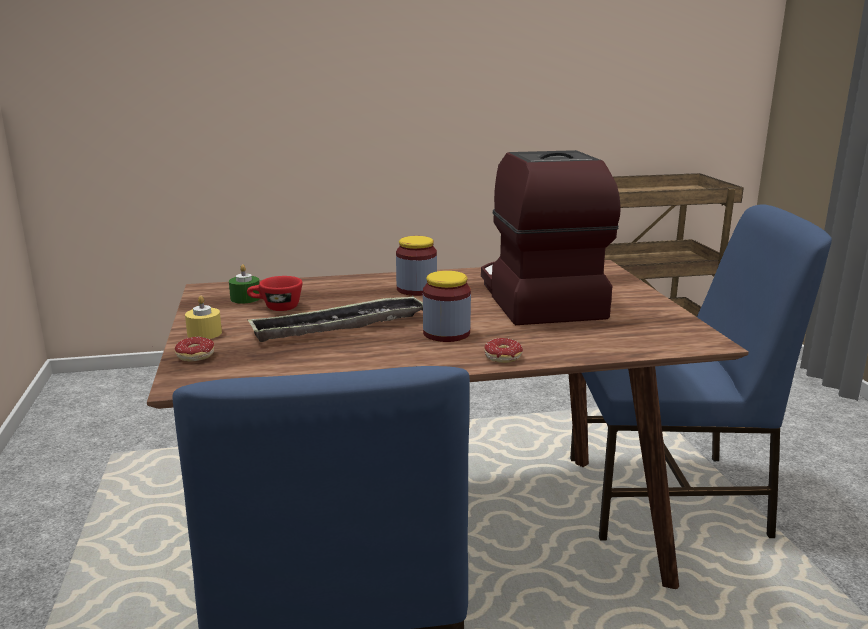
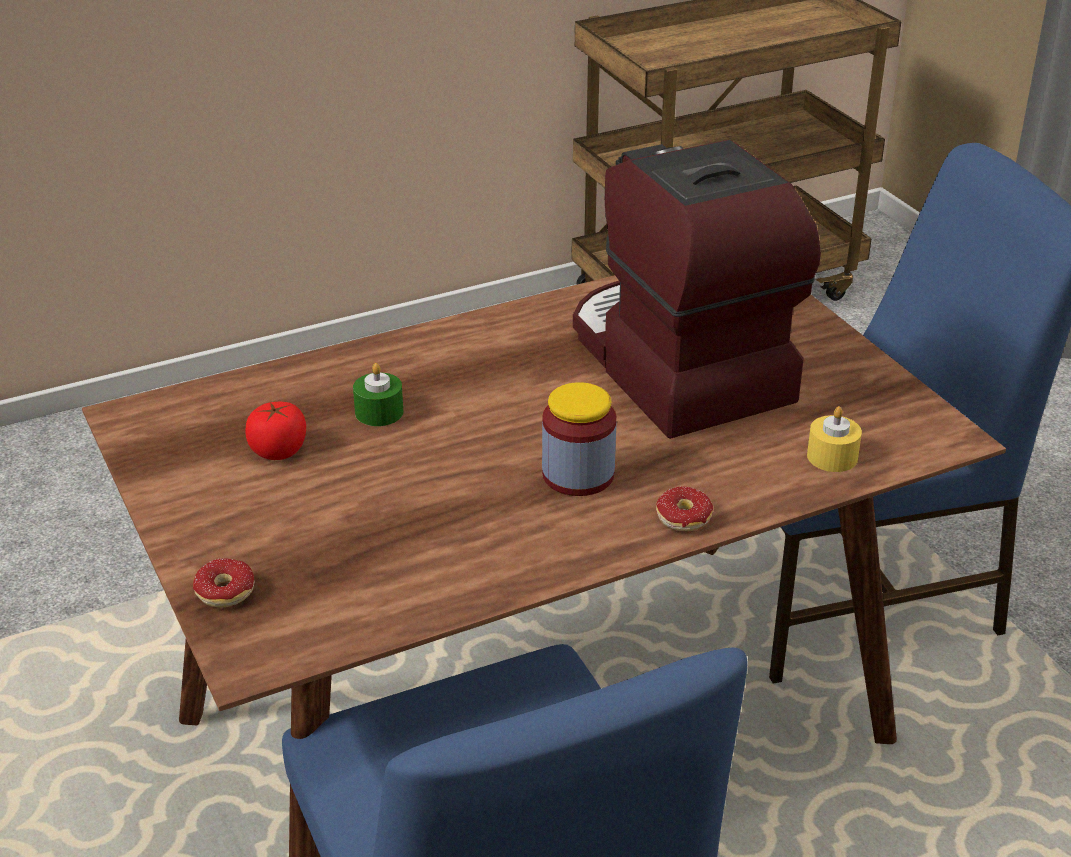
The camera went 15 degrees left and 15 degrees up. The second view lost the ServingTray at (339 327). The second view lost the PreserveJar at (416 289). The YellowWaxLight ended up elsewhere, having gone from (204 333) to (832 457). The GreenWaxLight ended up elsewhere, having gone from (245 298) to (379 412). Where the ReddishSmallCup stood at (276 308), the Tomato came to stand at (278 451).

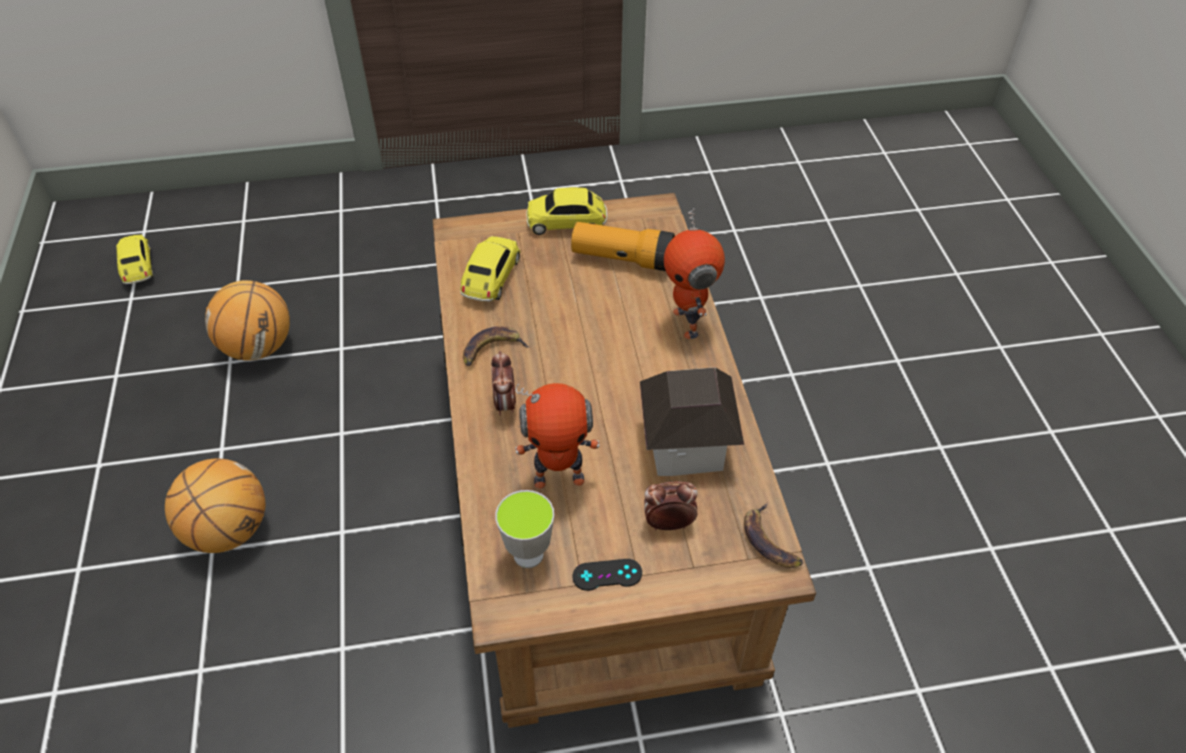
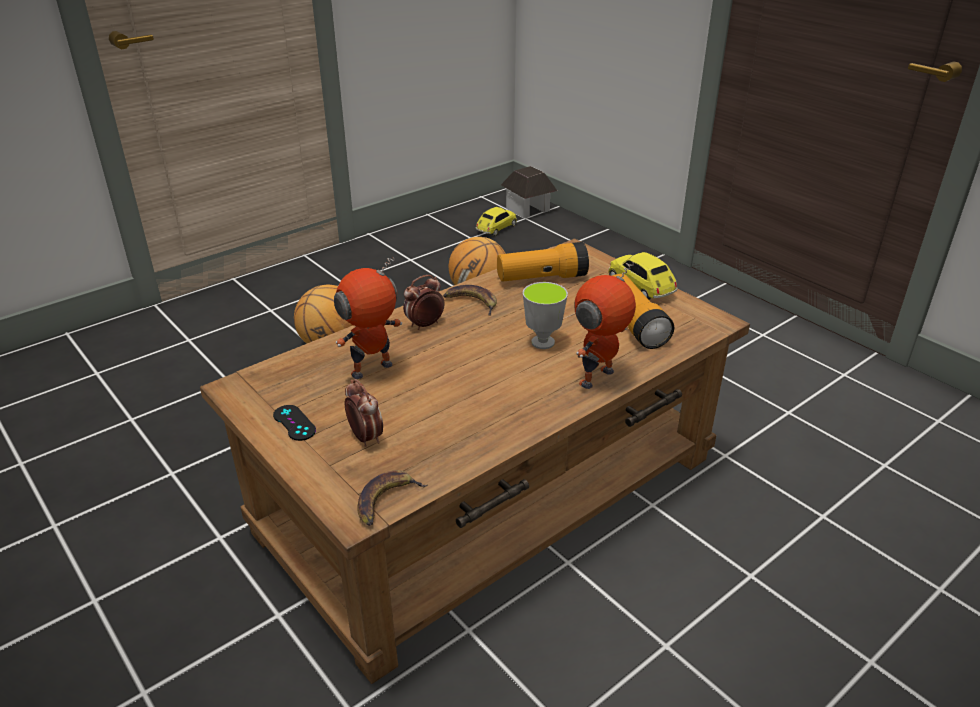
The camera went 60 degrees right and 15 degrees down. The SmallCup ended up elsewhere, having gone from (528 555) to (543 342). The MiniatureHouse ended up elsewhere, having gone from (686 444) to (528 209). Where the ModelCar stood at (491 279), the HandTorch came to stand at (542 278). The RobotFigure at (559 477) ended up facing another way, 90 degrees clockwise from before.

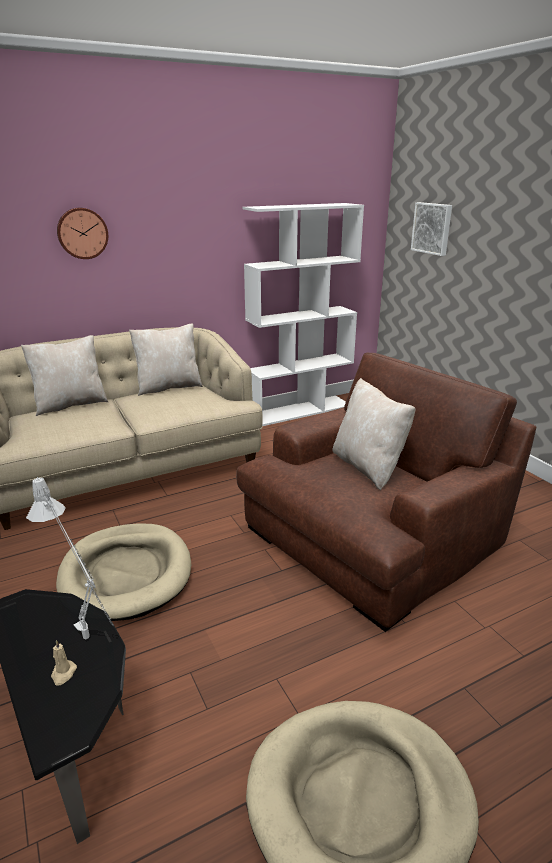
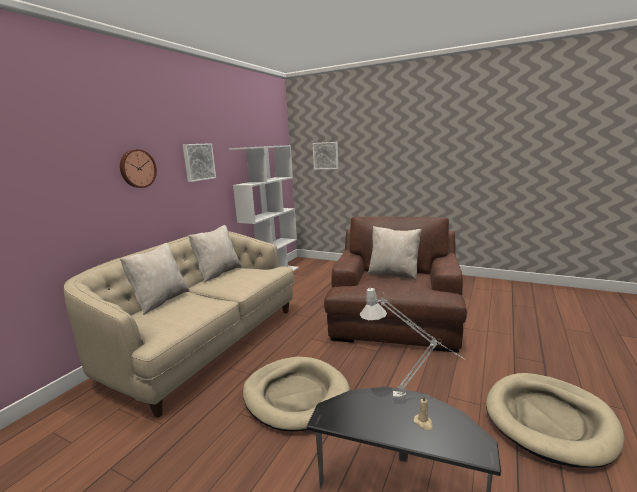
The camera went 35 degrees left and 10 degrees down. The second view gained the Picture at (198 162).

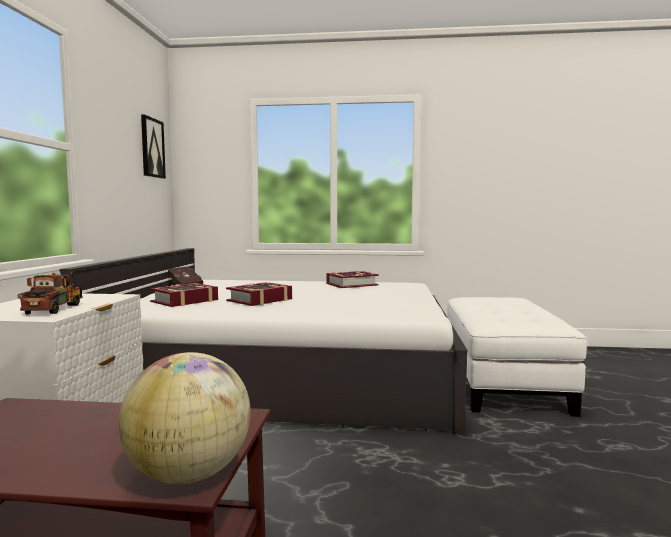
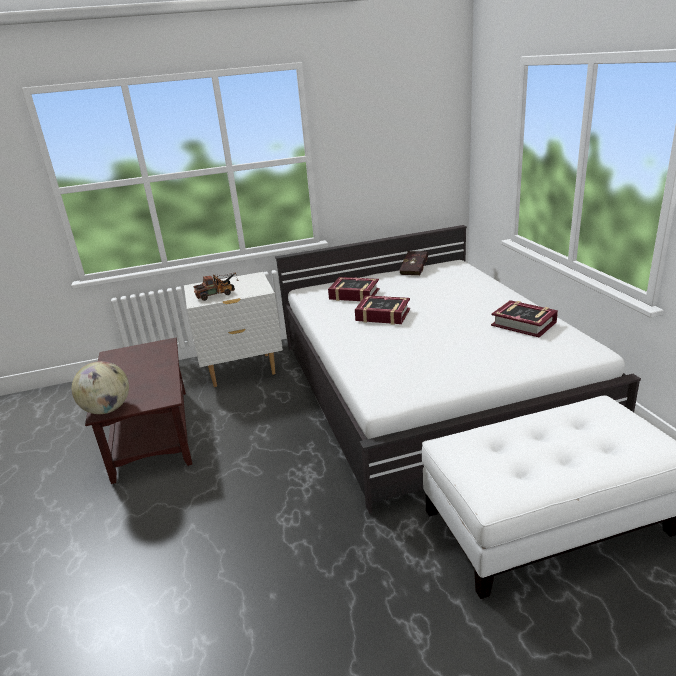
The camera went 70 degrees right and 20 degrees up. The second view lost the Picture at (152 148).

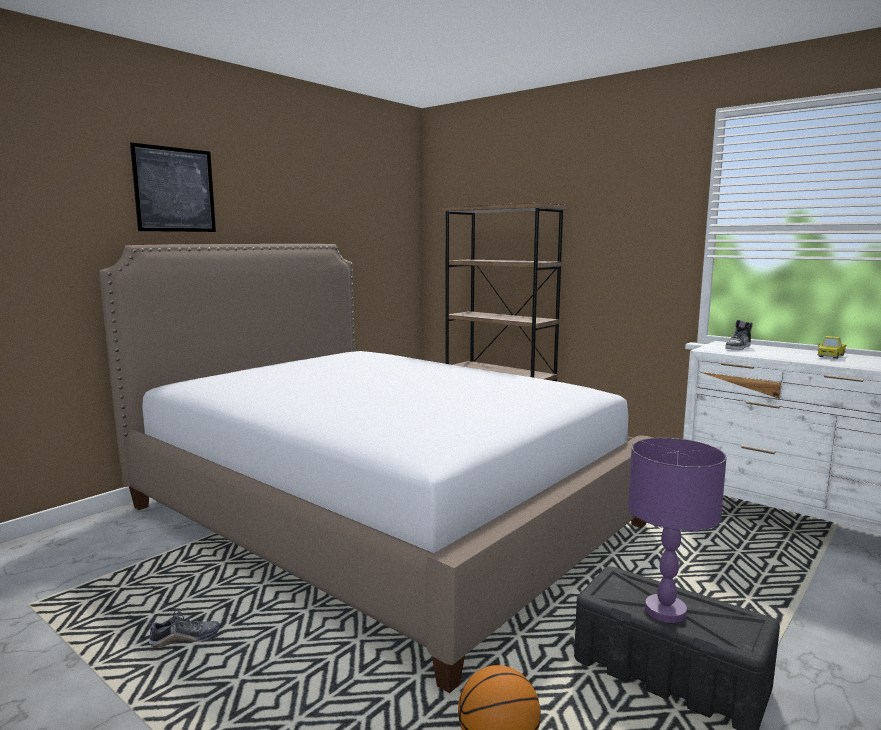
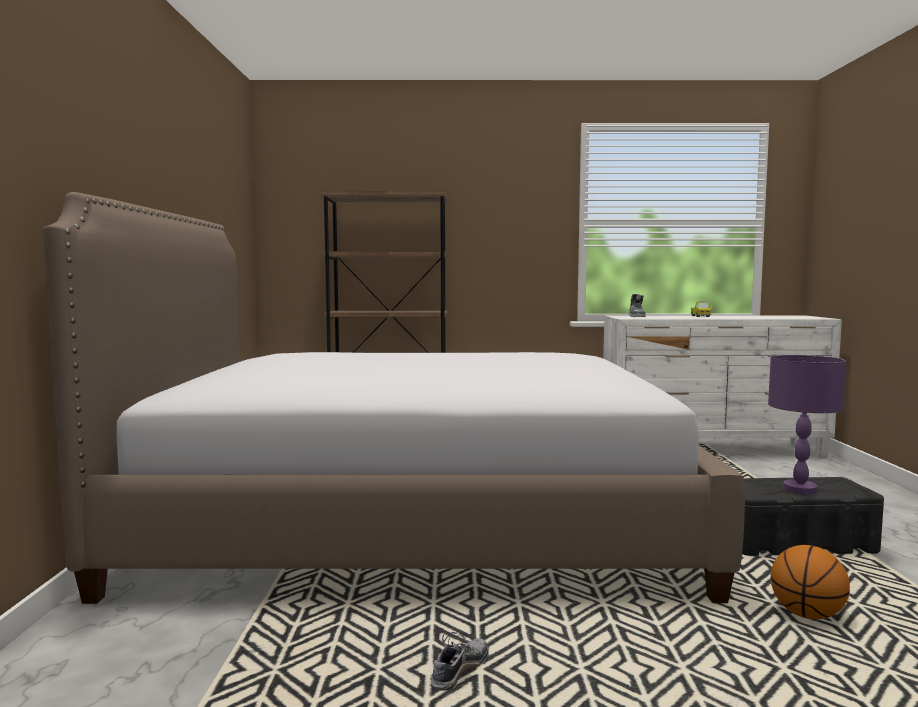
The camera went 40 degrees left and 5 degrees down. The second view lost the Picture at (174 190).

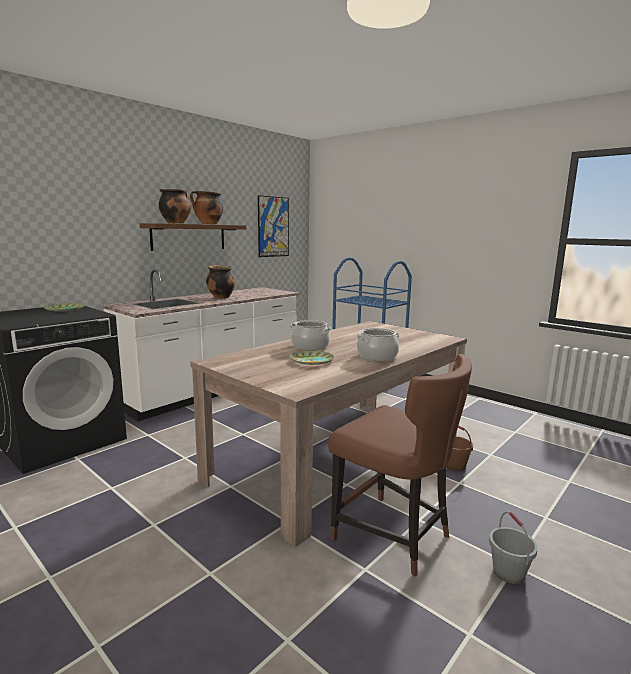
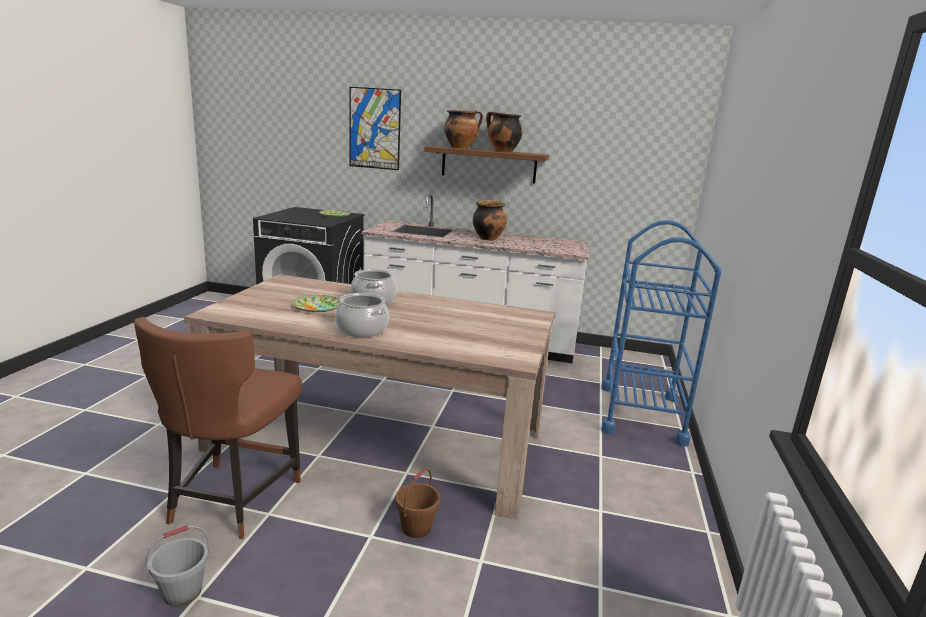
The camera went 60 degrees right and 5 degrees up. The Picture ended up elsewhere, having gone from (273 227) to (374 129).

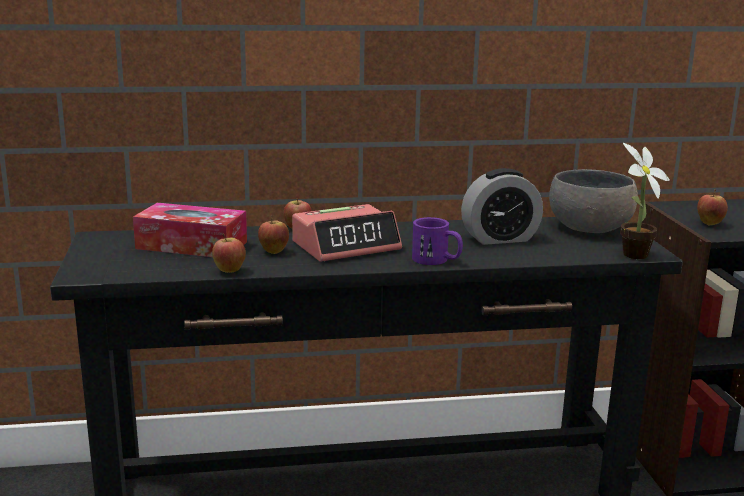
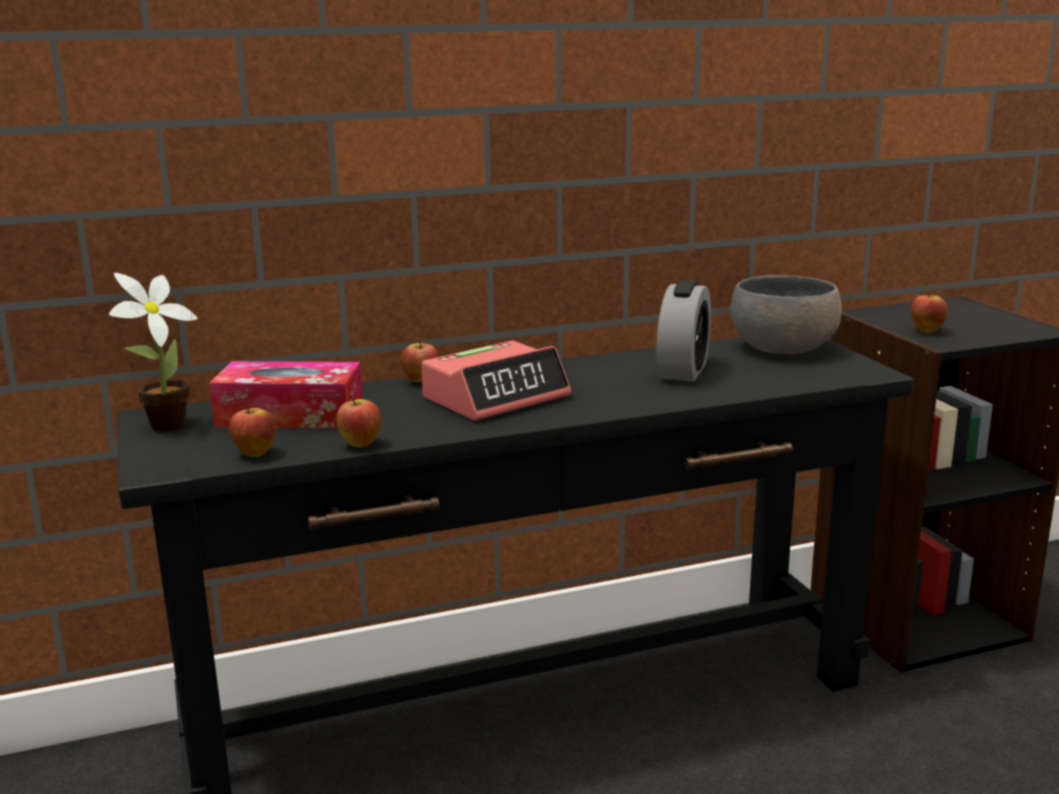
The camera went 10 degrees left and 0 degrees up. The second view lost the PurplishTeaMug at (437 260). The WholeApple ended up elsewhere, having gone from (273 252) to (255 454). The PlantInAPot ended up elsewhere, having gone from (632 256) to (162 426). The AlarmClock at (500 238) ended up facing another way, 45 degrees counterclockwise from before.

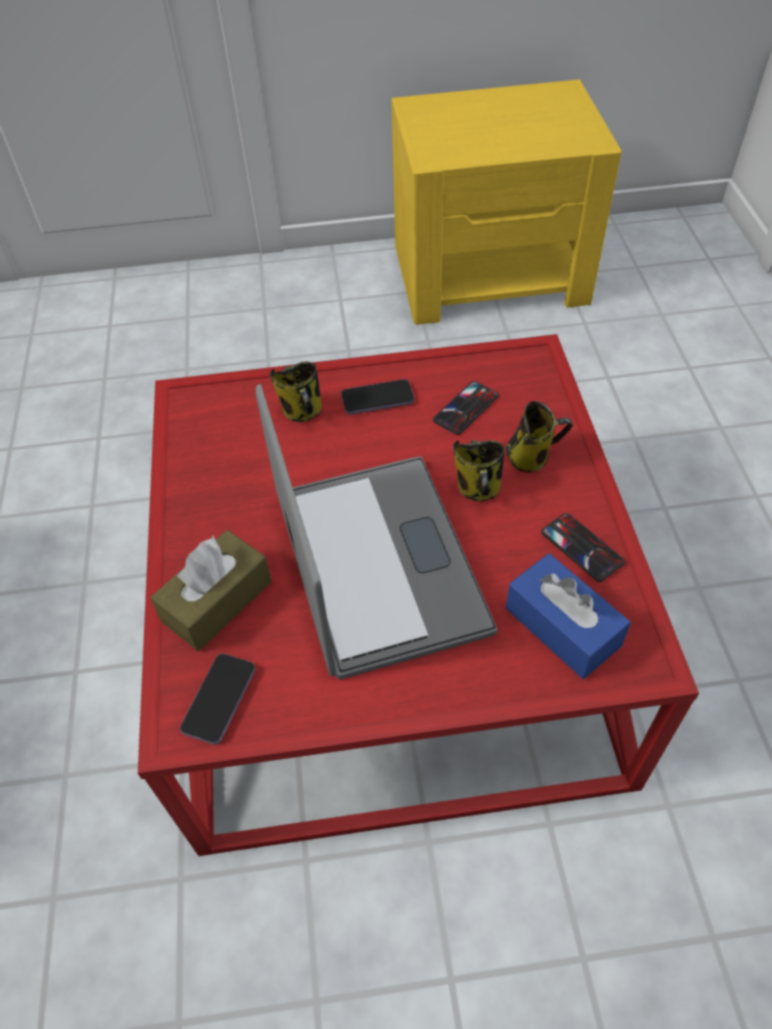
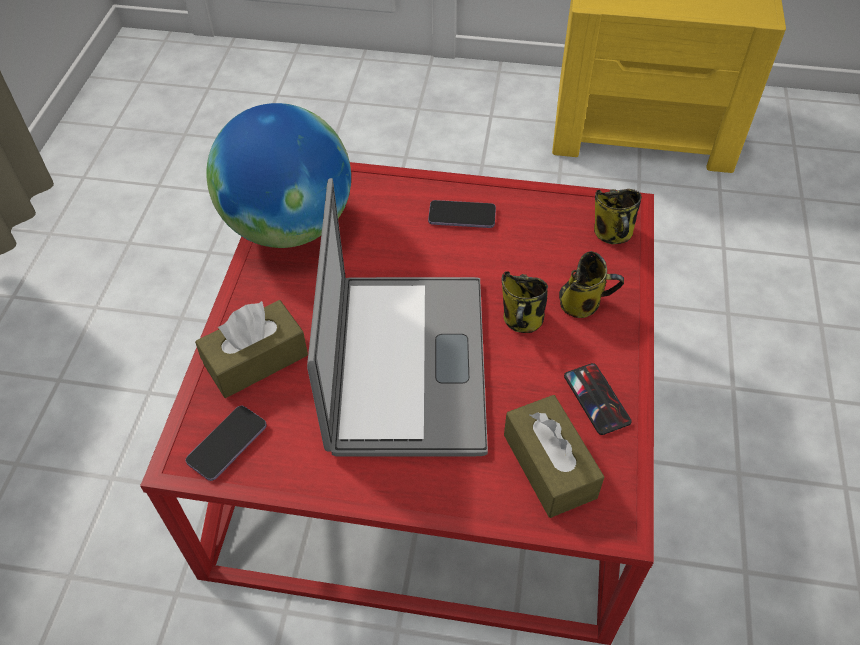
The camera went 15 degrees right and 0 degrees up. The second view lost the Handset at (466 408). The second view gained the DeskGlobe at (288 226). The TeaMug ended up elsewhere, having gone from (303 412) to (613 234). What was the BluishBoxOfTissues at (562 627) turned into the BrownBoxOfTissues at (549 465).

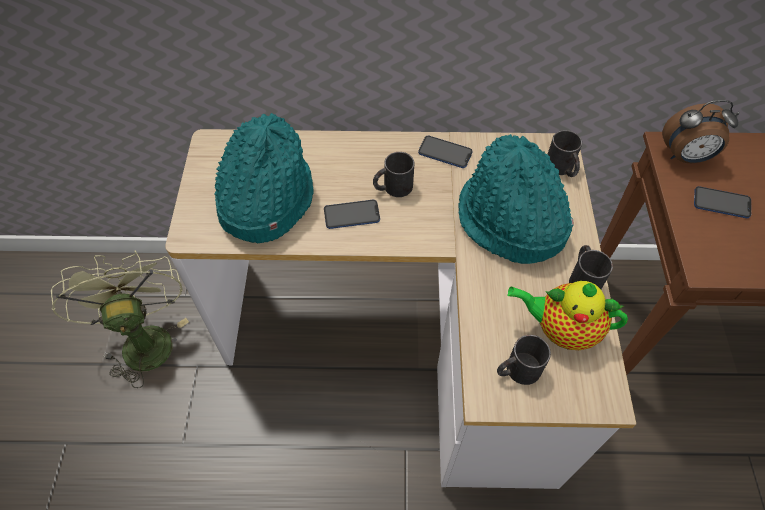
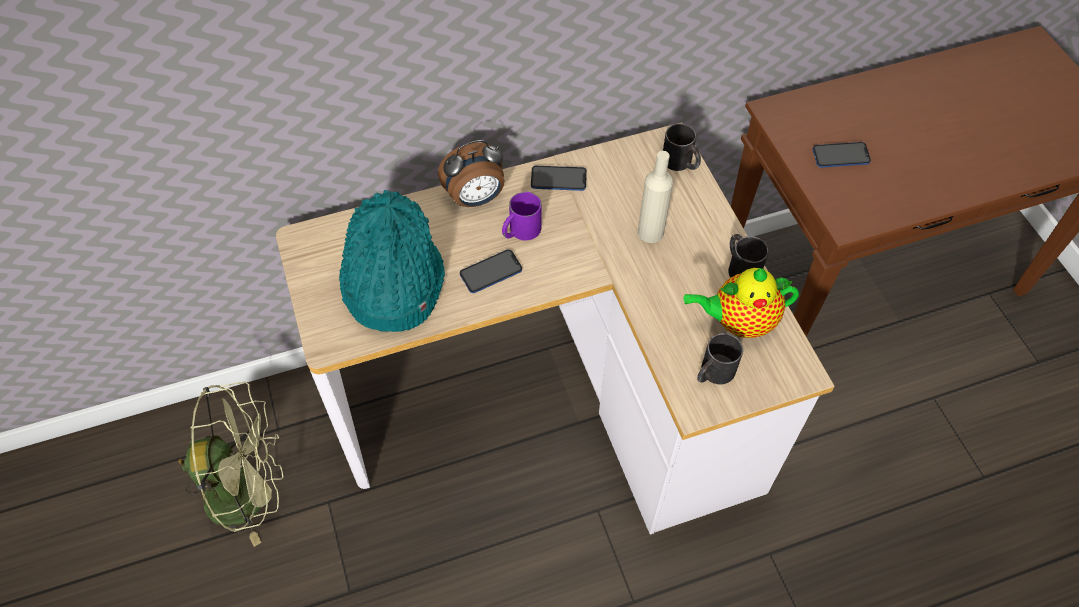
The camera went 20 degrees left and 0 degrees up. The AlarmClock ended up elsewhere, having gone from (685 157) to (475 199). Where the BlueGreenHat stood at (509 221), the BeigeColouredBeverageBottle came to stand at (650 232). What was the BlackishTeaMug at (392 187) turned into the PurplishTeaMug at (520 231). The GreenCoolingFan at (144 338) ended up facing another way, 120 degrees clockwise from before.

